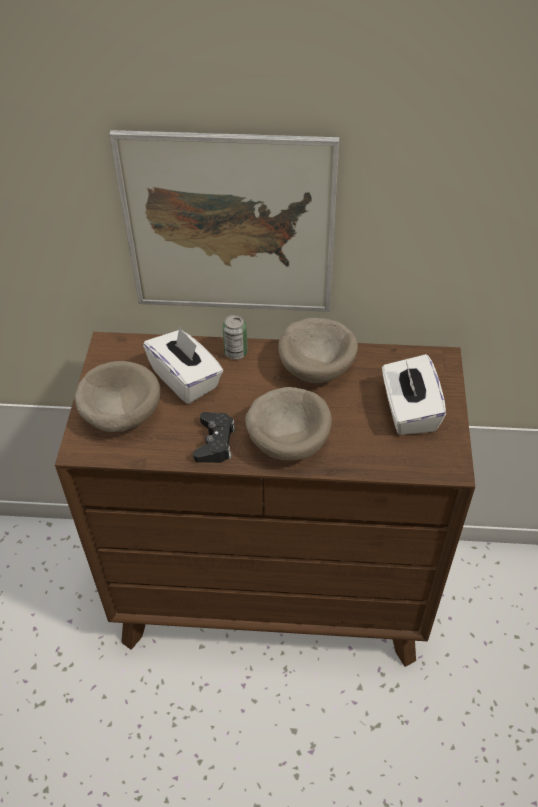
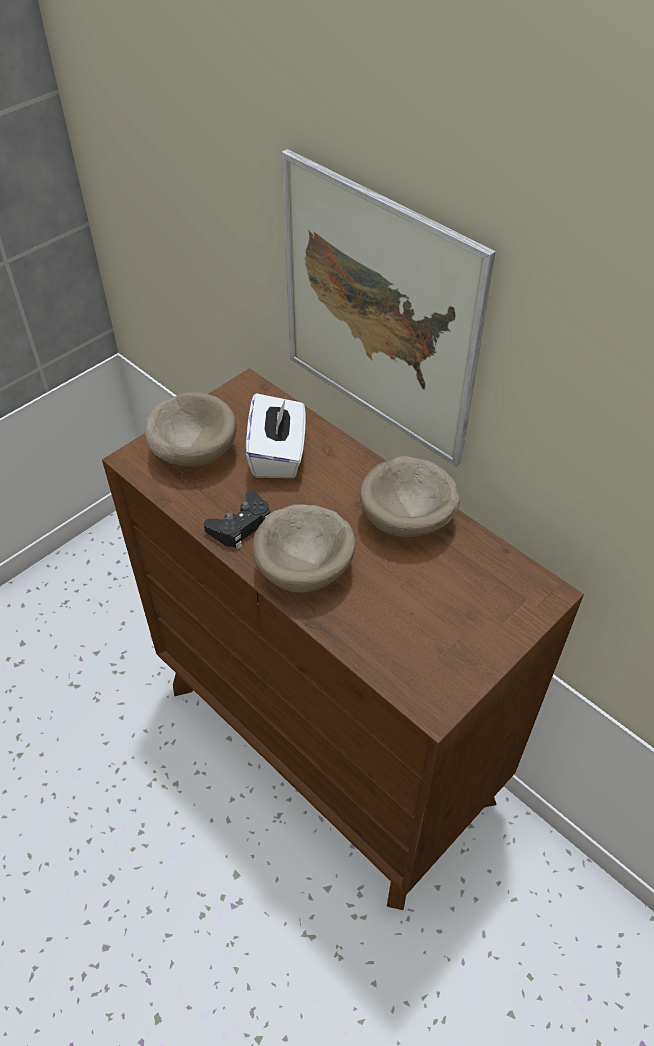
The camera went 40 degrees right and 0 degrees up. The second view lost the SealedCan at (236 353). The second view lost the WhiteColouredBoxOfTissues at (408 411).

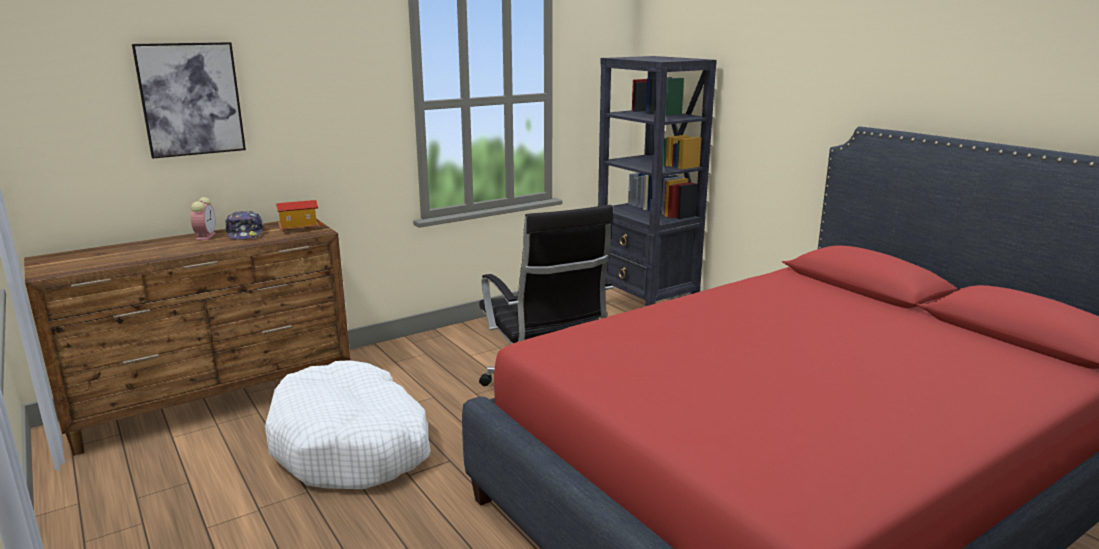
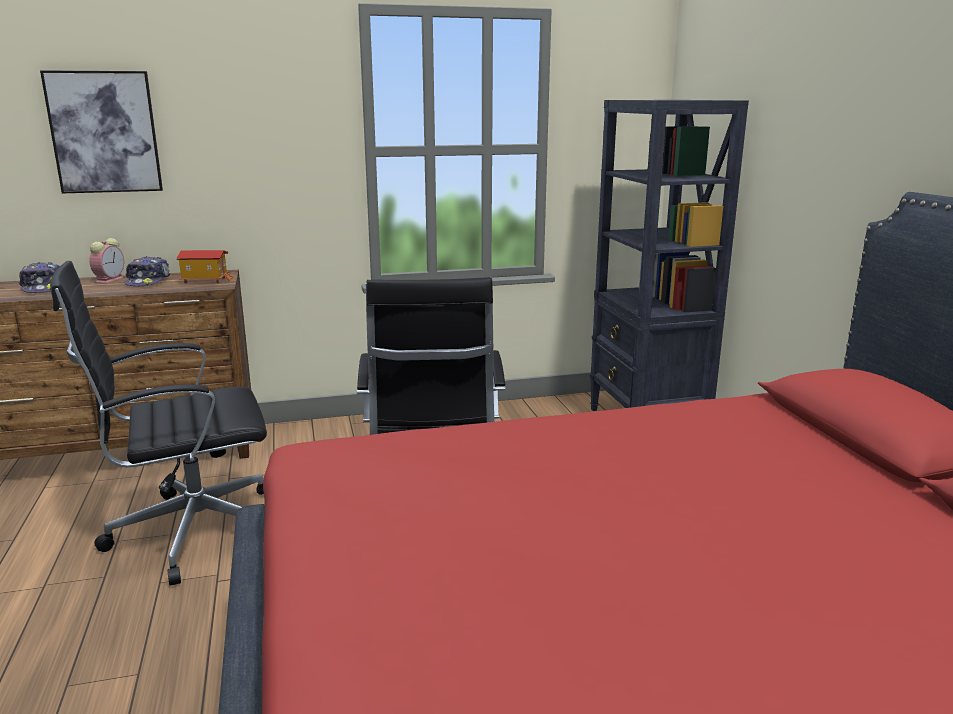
The camera went 20 degrees right and 0 degrees up. The second view gained the BaseballCap at (44 287). Where the WhiteColouredDogCushion stood at (352 445), the BlackishComputerChair came to stand at (192 532).

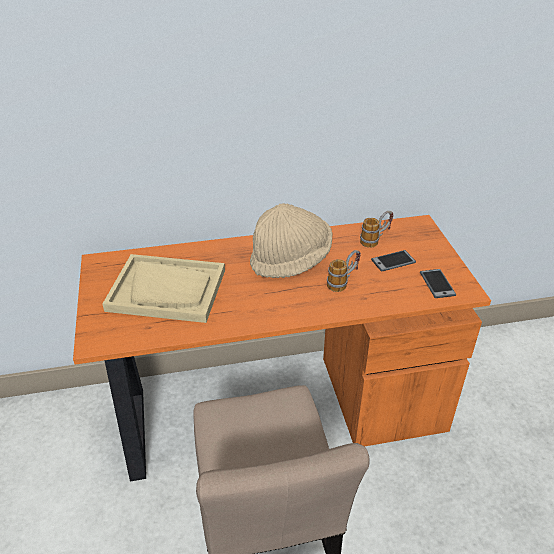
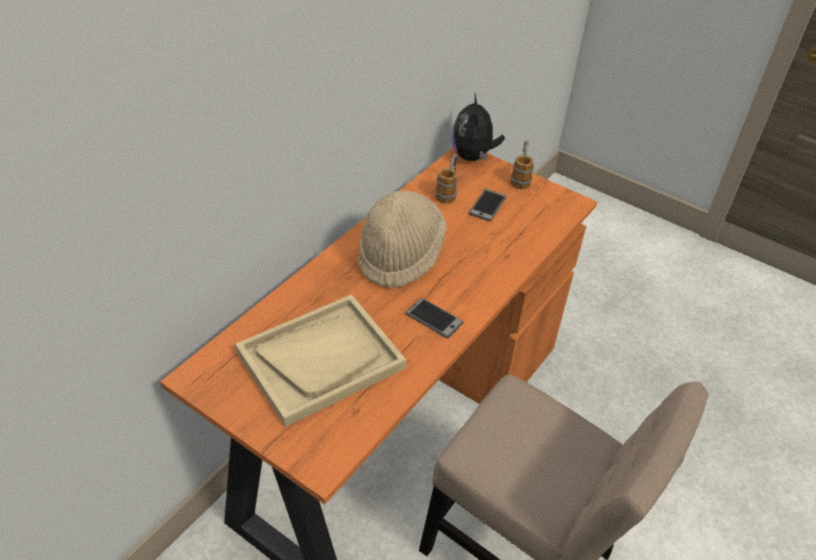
The camera went 45 degrees left and 5 degrees up. The second view gained the PlushToy at (473 157). The TeaMug ended up elsewhere, having gone from (343 282) to (520 177). The Handset ended up elsewhere, having gone from (437 284) to (434 318).

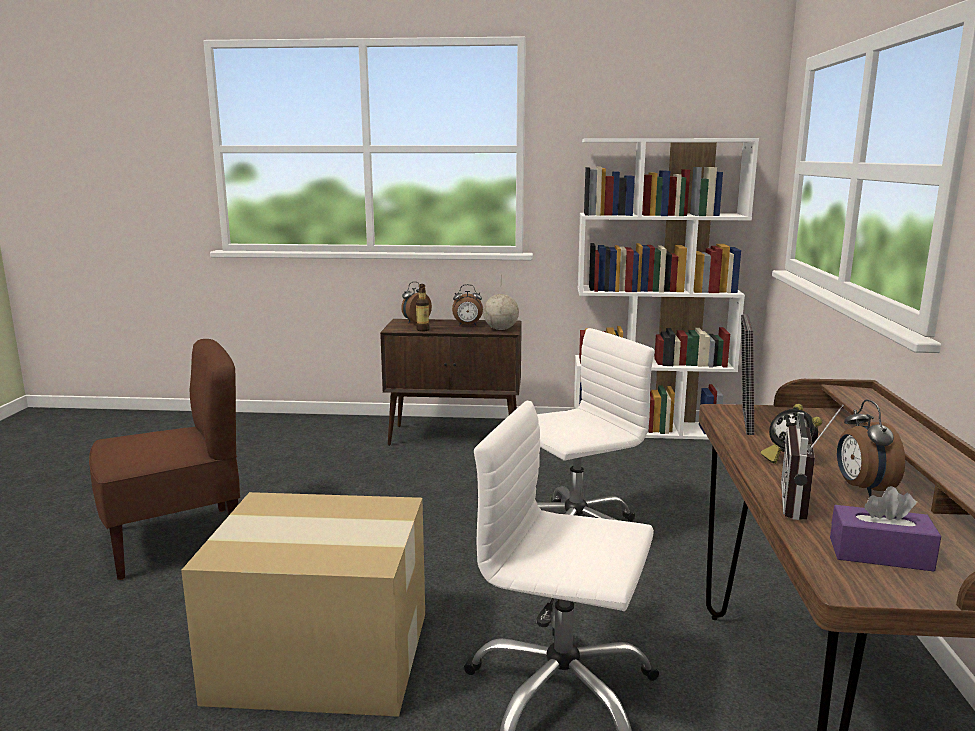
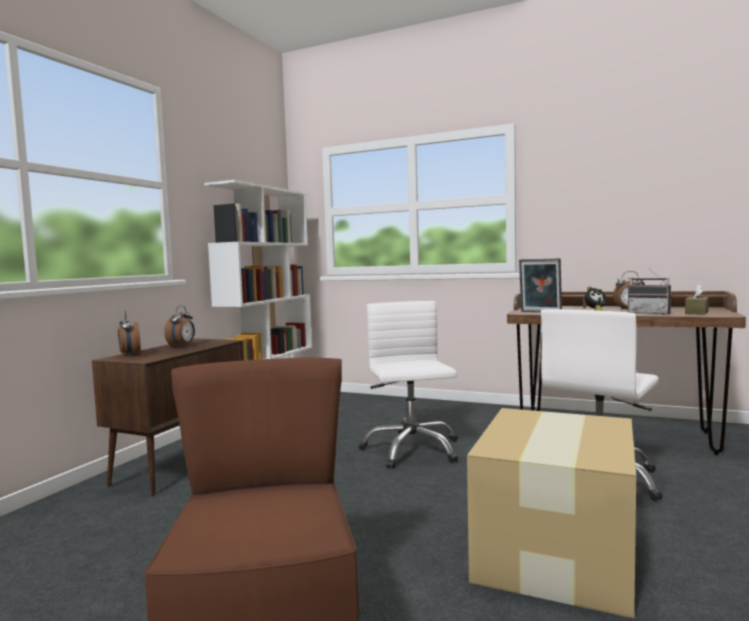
The camera went 70 degrees left and 10 degrees down. The second view lost the BeverageBottle at (423 330). The second view lost the DeskGlobe at (501 329). What was the PurplishBoxOfTissues at (880 554) turned into the BrownBoxOfTissues at (696 312).

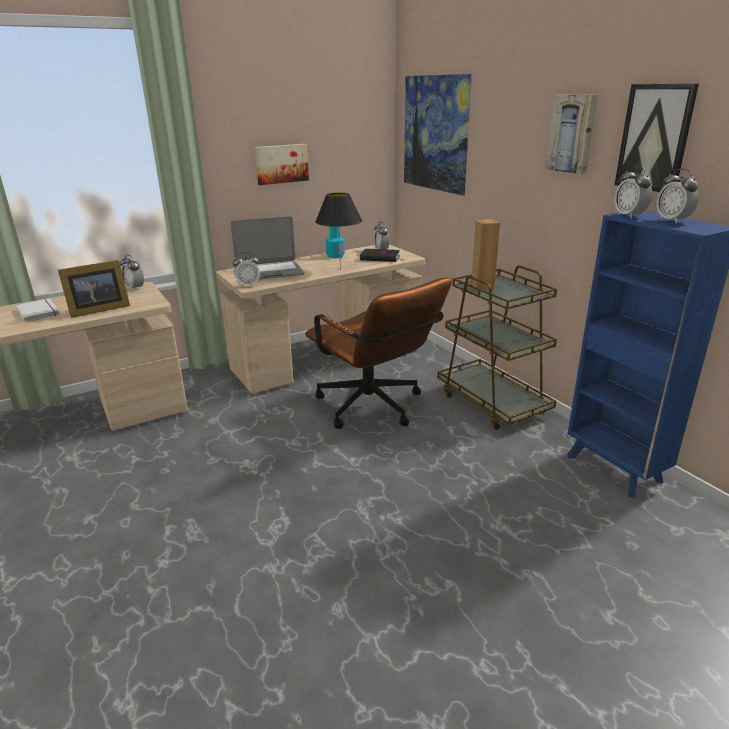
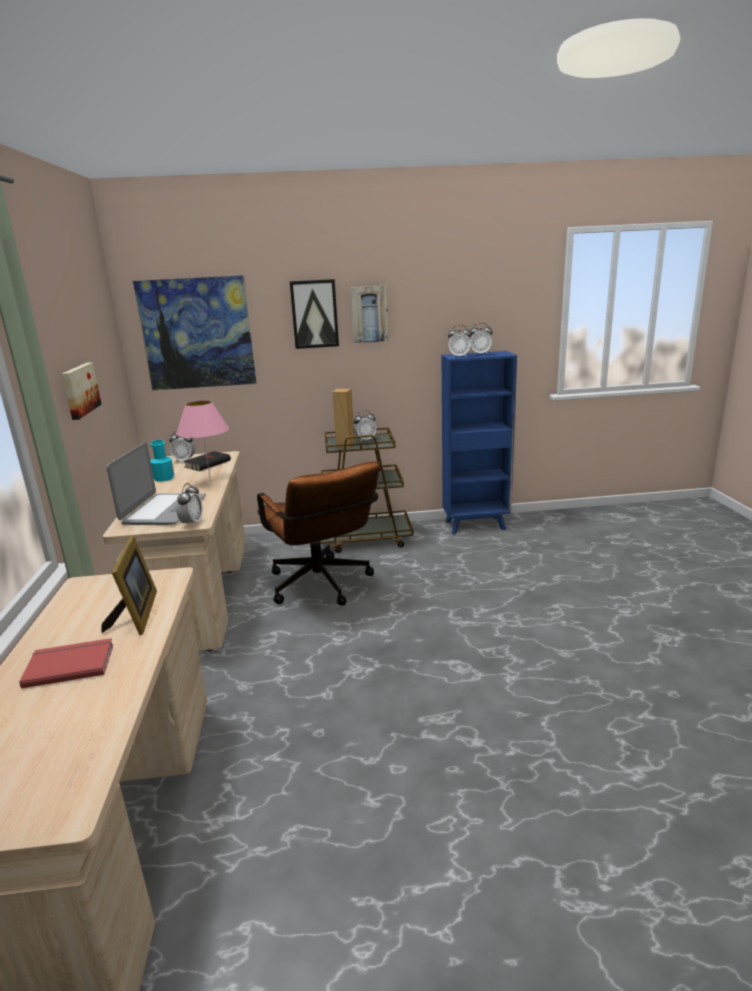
The camera went 65 degrees left and 5 degrees down. The AlarmClock ended up elsewhere, having gone from (135 288) to (365 440). The Picture ended up elsewhere, having gone from (655 138) to (314 314). What was the WhiteColouredVolume at (40 311) turned into the ReddishVolume at (69 664). What was the BlackishLampForATable at (340 268) turned into the PinkColouredLampForATable at (210 481). The BrownComputerChair at (375 409) ended up facing another way, 75 degrees clockwise from before.

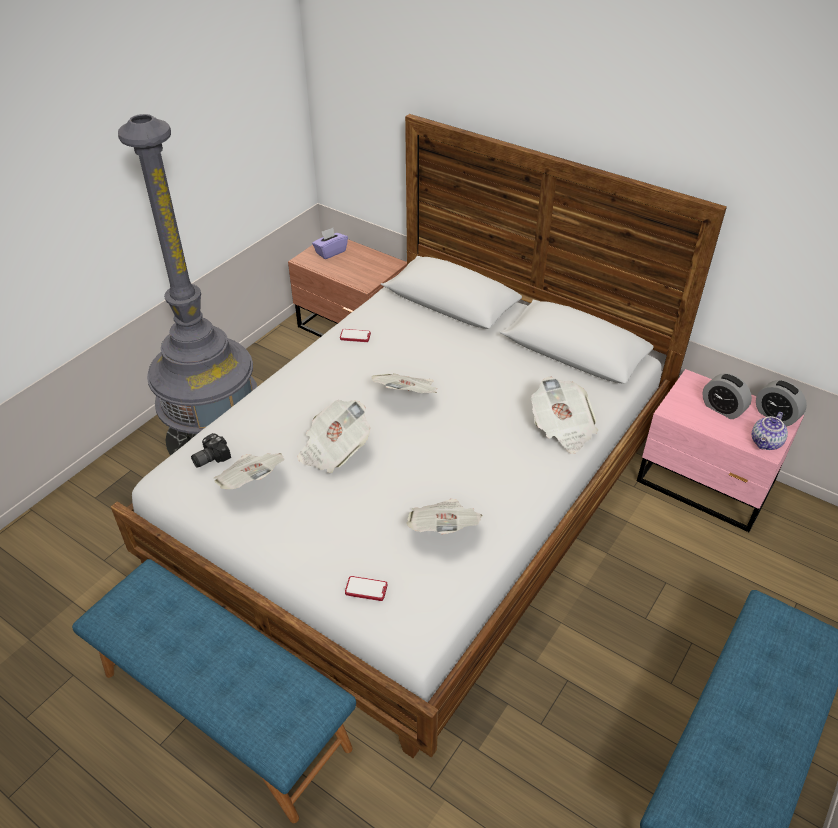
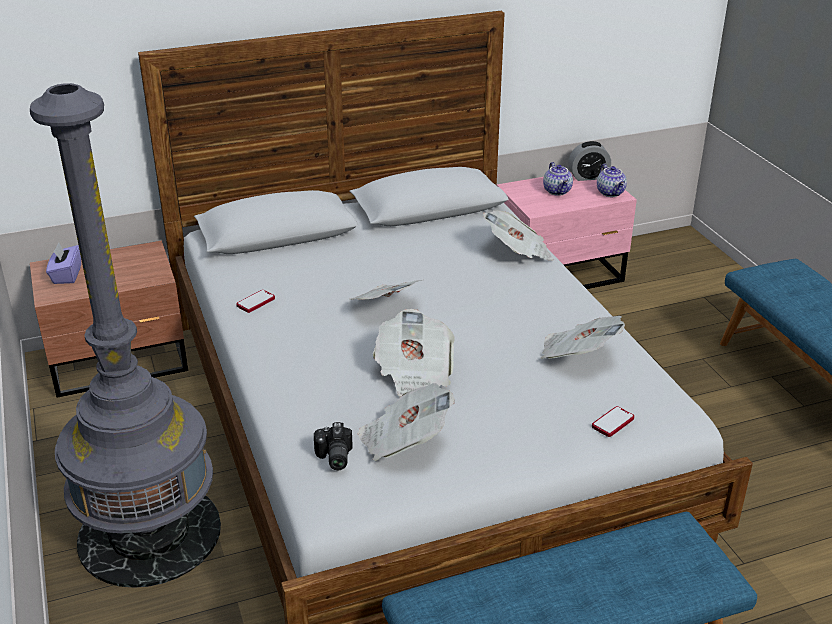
The camera went 55 degrees left and 10 degrees down. Where the AlarmClock stood at (722 409), the TeaPot came to stand at (558 191).

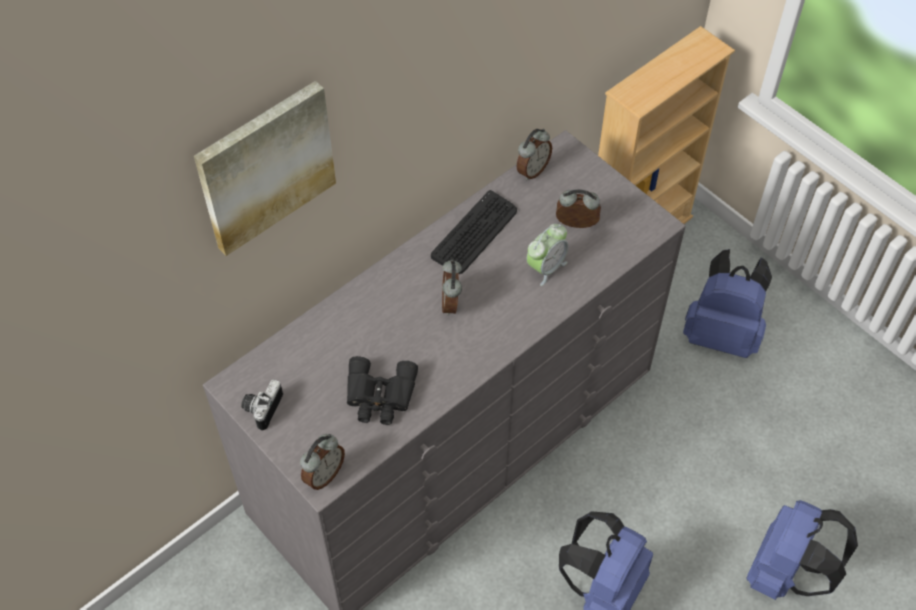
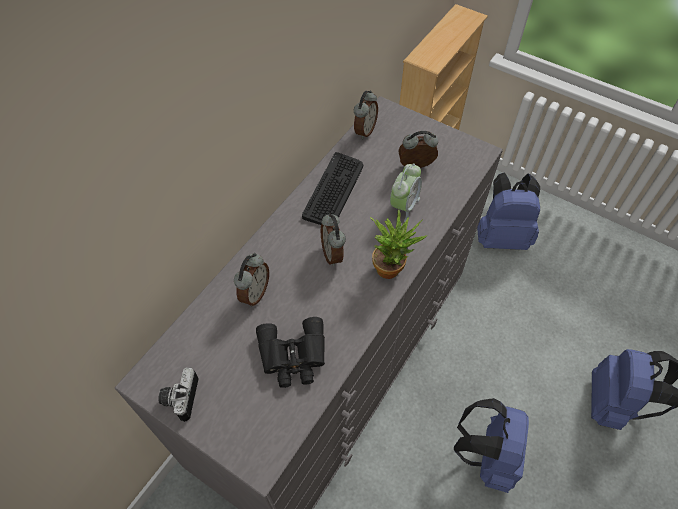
The camera went 15 degrees left and 0 degrees up. The second view lost the Picture at (265 166). The second view gained the PlantInAPot at (392 267). The AlarmClock ended up elsewhere, having gone from (323 475) to (254 293).

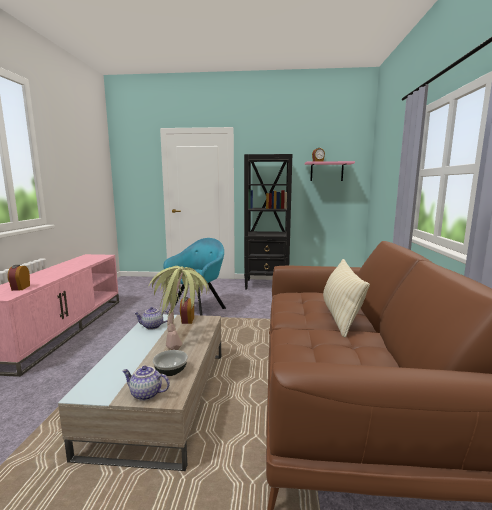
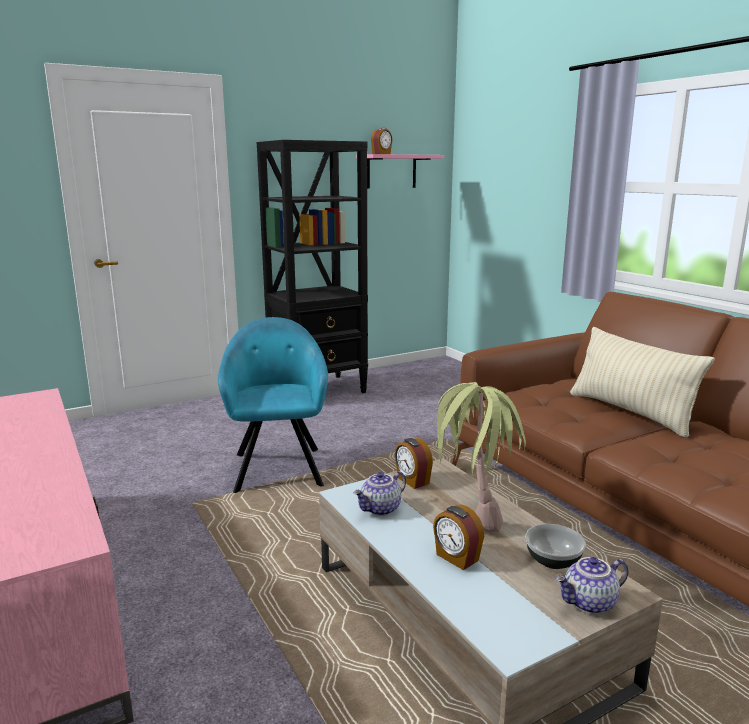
The camera went 35 degrees left and 5 degrees up. The AlarmClock ended up elsewhere, having gone from (20 288) to (456 558).

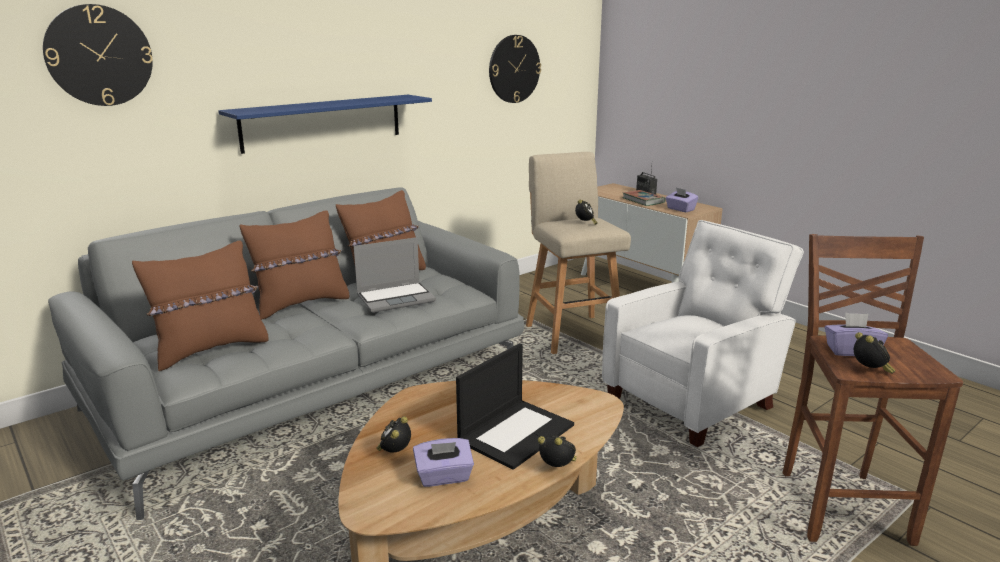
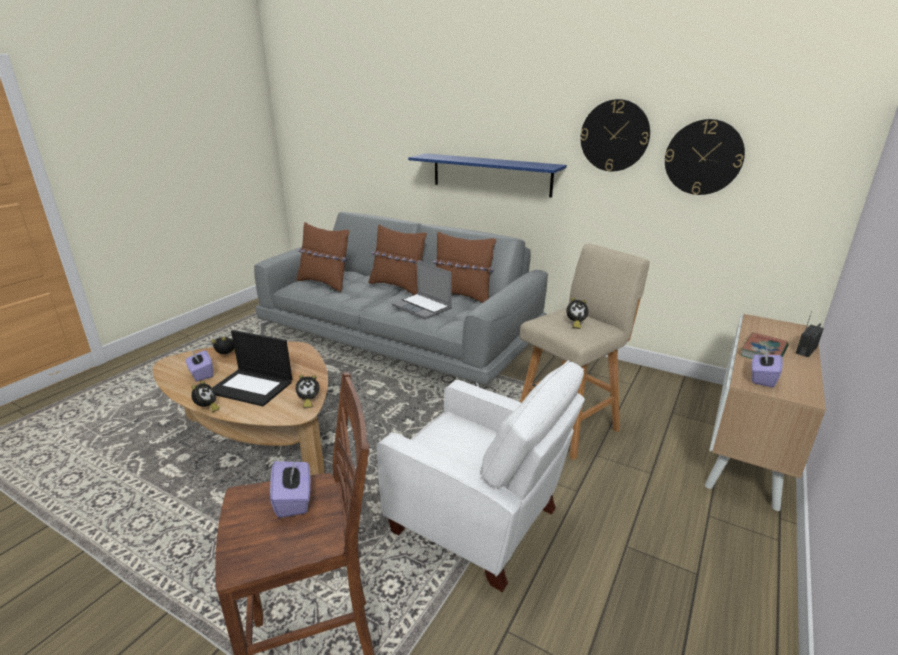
The camera went 70 degrees right and 5 degrees up. The WallClock ended up elsewhere, having gone from (99 55) to (614 136). The AlarmClock ended up elsewhere, having gone from (869 371) to (308 401).

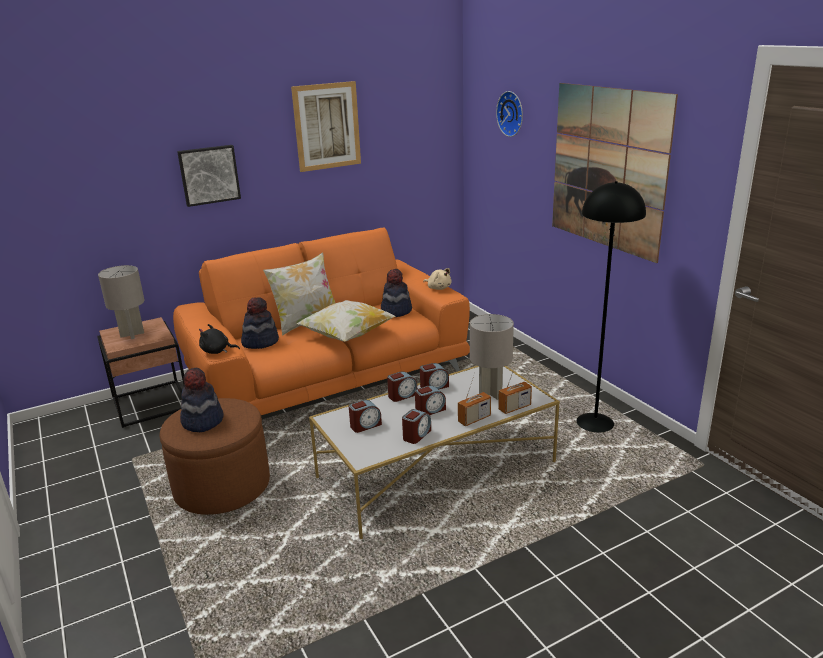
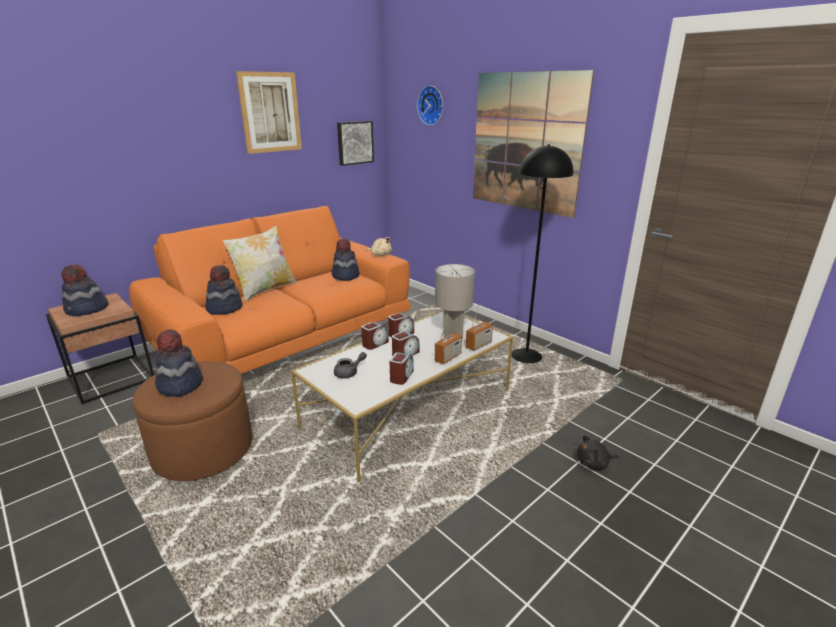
The camera went 15 degrees left and 0 degrees up. The second view lost the Cushion at (347 336). The Picture ended up elsewhere, having gone from (209 175) to (354 142). The BlackishPlushToy ended up elsewhere, having gone from (217 351) to (594 463). Where the GrayLampForATable stood at (132 334), the Hat came to stand at (87 310). Where the AlarmClock stood at (365 425), the GrayTeaPot came to stand at (349 373).

